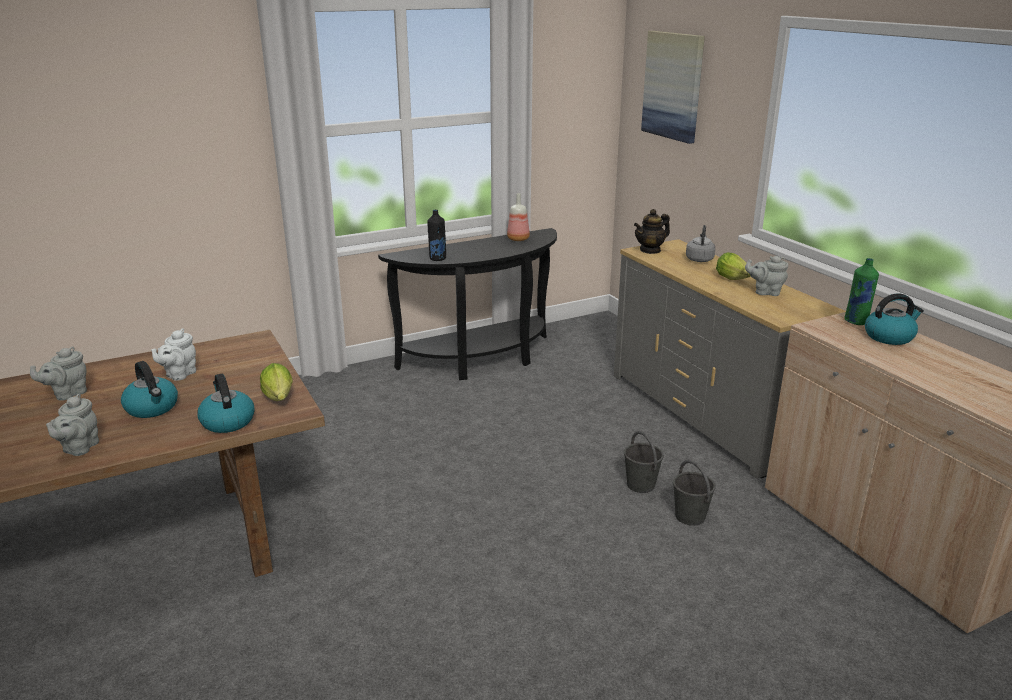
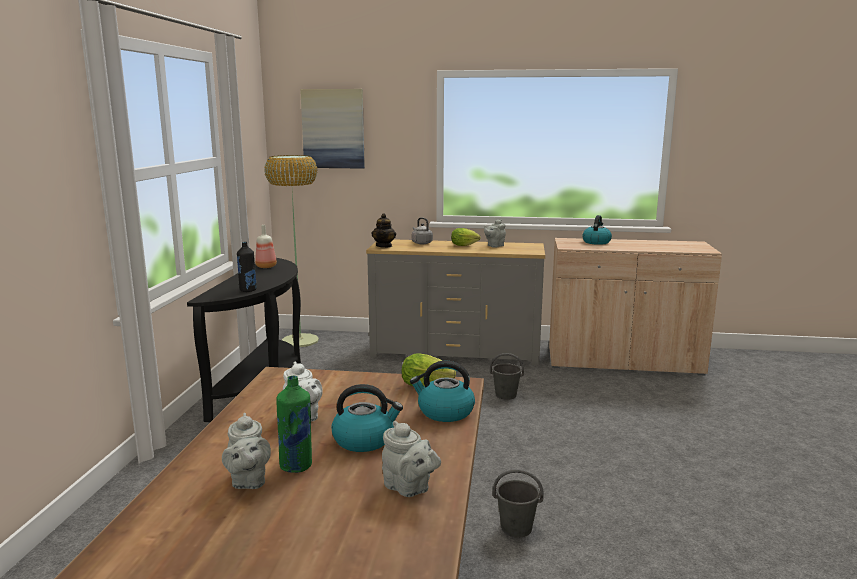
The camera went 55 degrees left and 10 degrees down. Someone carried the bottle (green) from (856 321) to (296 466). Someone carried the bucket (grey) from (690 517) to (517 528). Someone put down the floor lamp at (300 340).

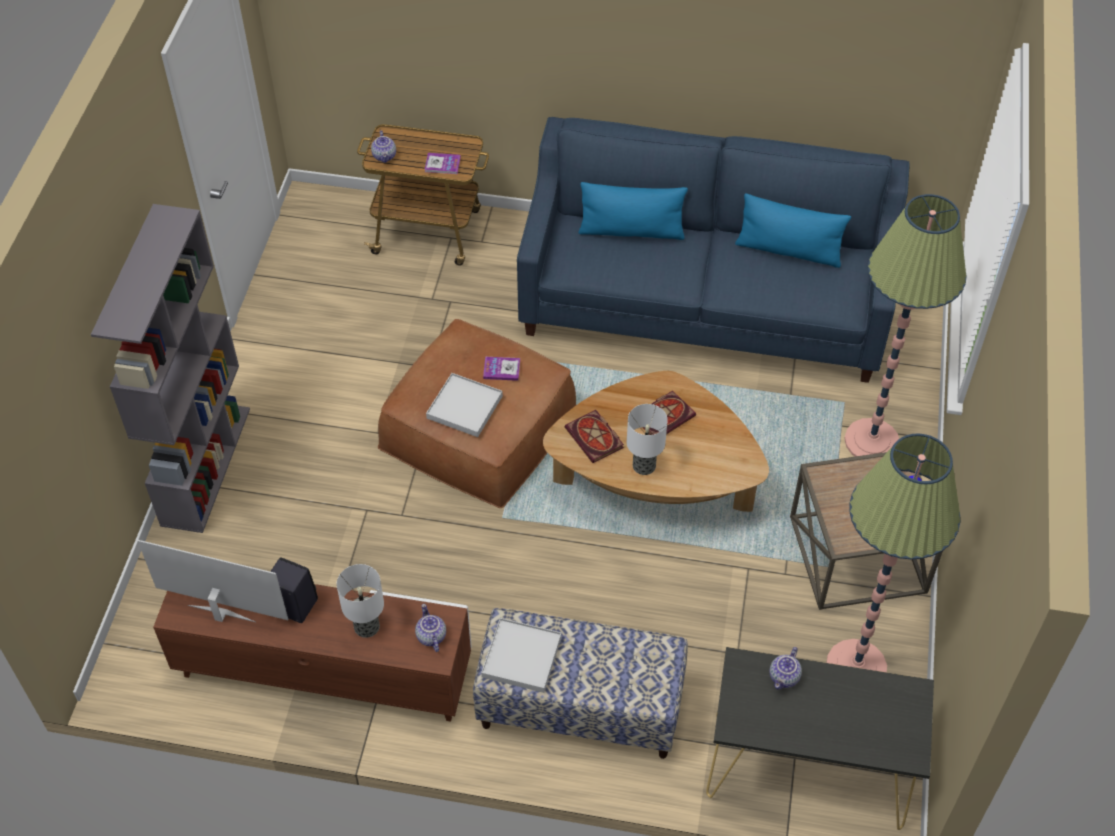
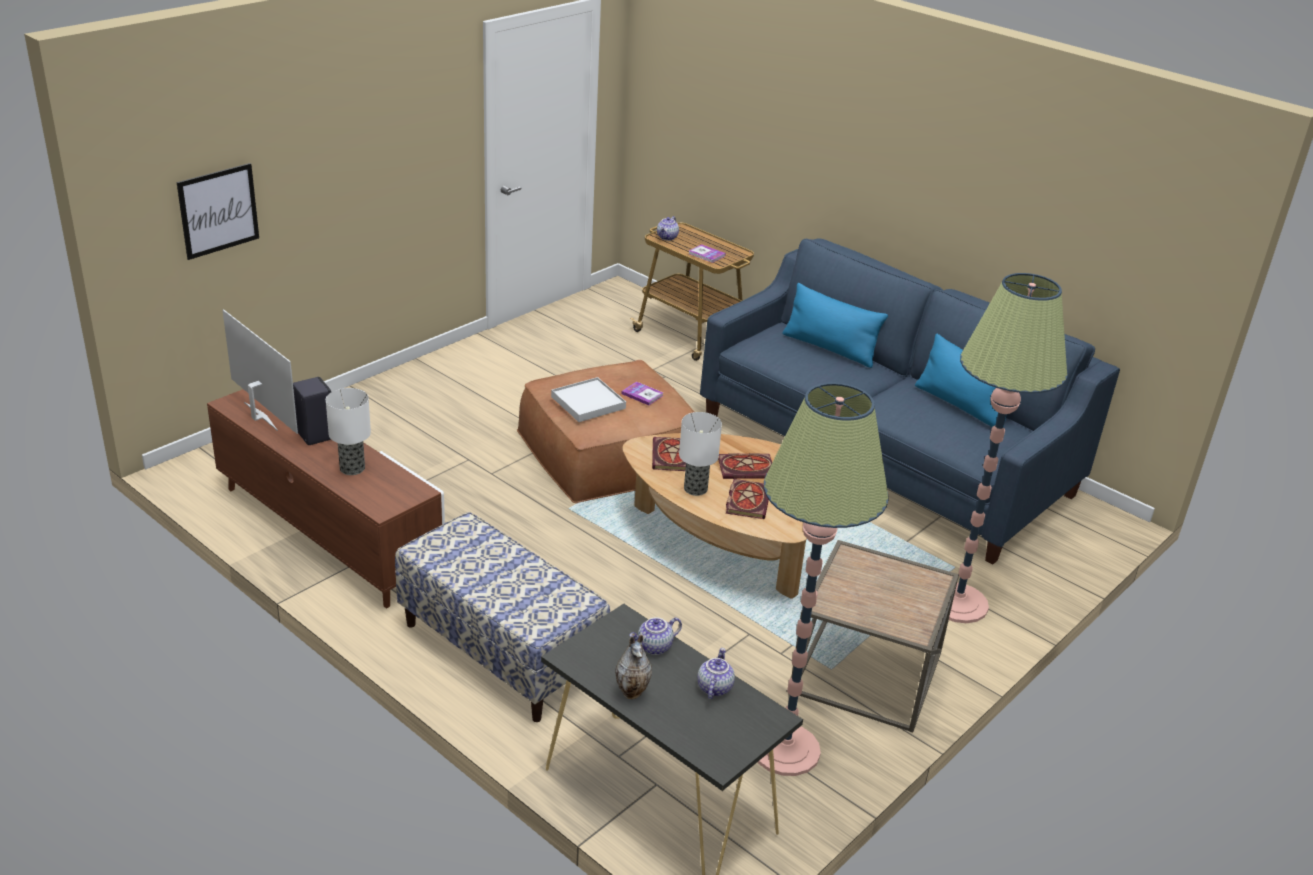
The camera went 30 degrees right and 20 degrees down. Someone took away the bookcase (grey) at (205 465). Someone carried the teapot from (430 636) to (713 687). Someone took away the tray (white) at (521 657). Someone put up the picture at (218 210). Someone put down the book at (747 500). Someone put down the vase at (633 692).

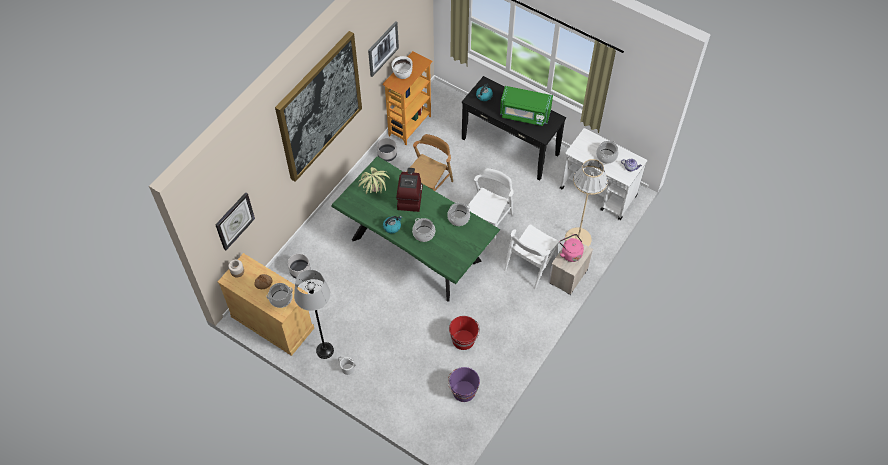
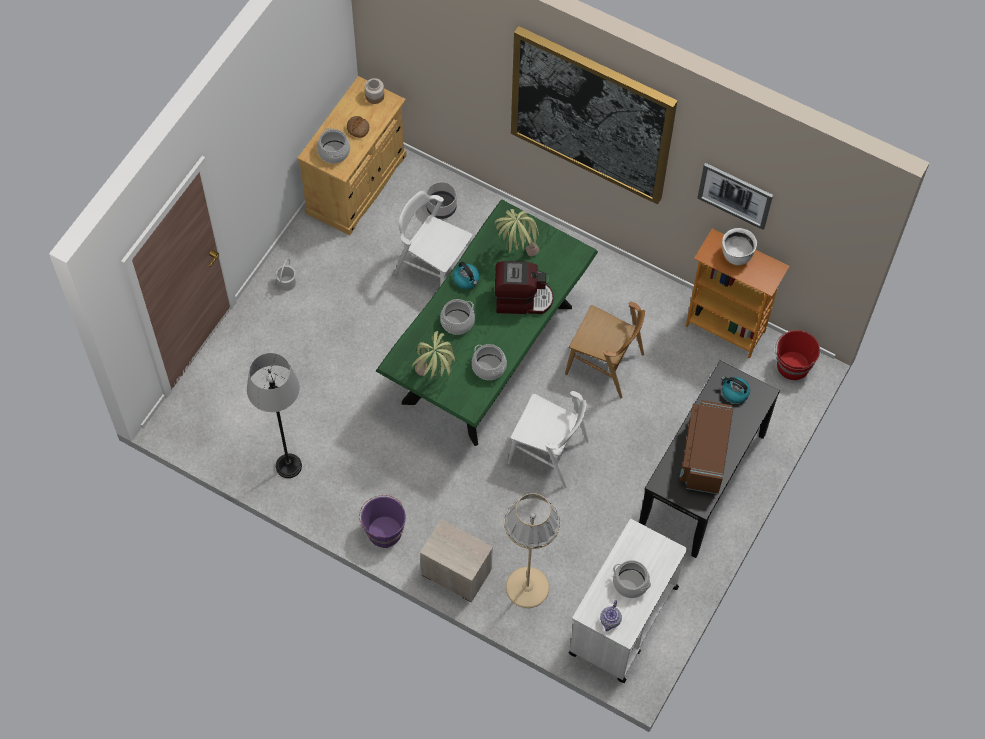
The camera went 85 degrees right and 5 degrees up. Someone repainted the microwave (green) at (524 114), which became the microwave (brown) at (704 455). Someone took away the planter (grey) at (387 154). Someone took away the wall clock at (234 221). Someone carried the chair (white) from (530 265) to (434 267). Someone took away the kettle (pink) at (570 253). Someone carried the floor lamp (grey) from (325 350) to (288 466). Someone carried the bucket (red) from (463 340) to (792 366). Someone carried the bucket (purple) from (463 391) to (384 531). Someone put down the potted plant at (435 378).

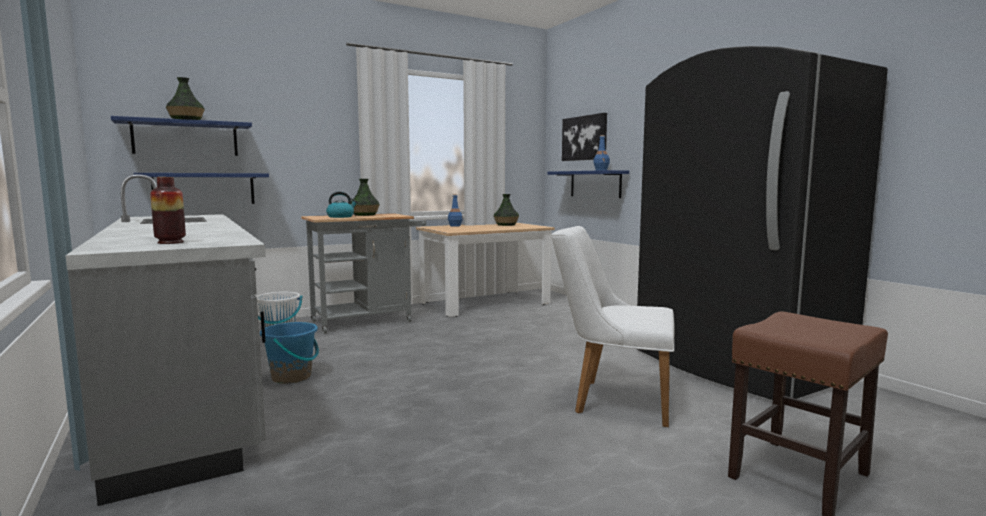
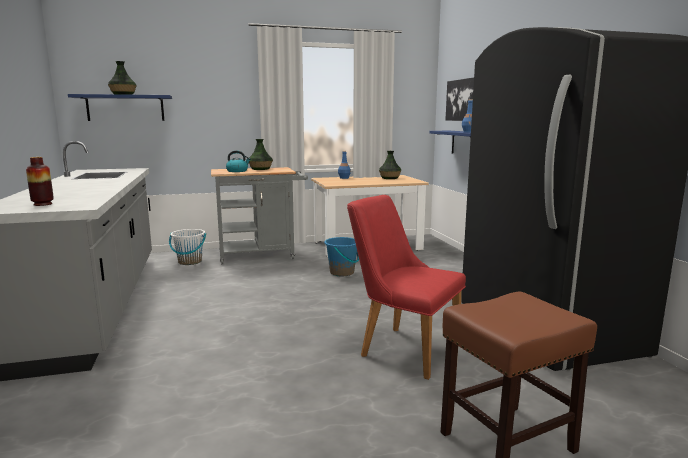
The camera went 15 degrees right and 5 degrees up. Someone took away the shelf (blue) at (204 189). Someone repainted the chair (white) at (612 399), which became the chair (red) at (401 347). Someone carried the bucket (blue) from (292 377) to (342 272).

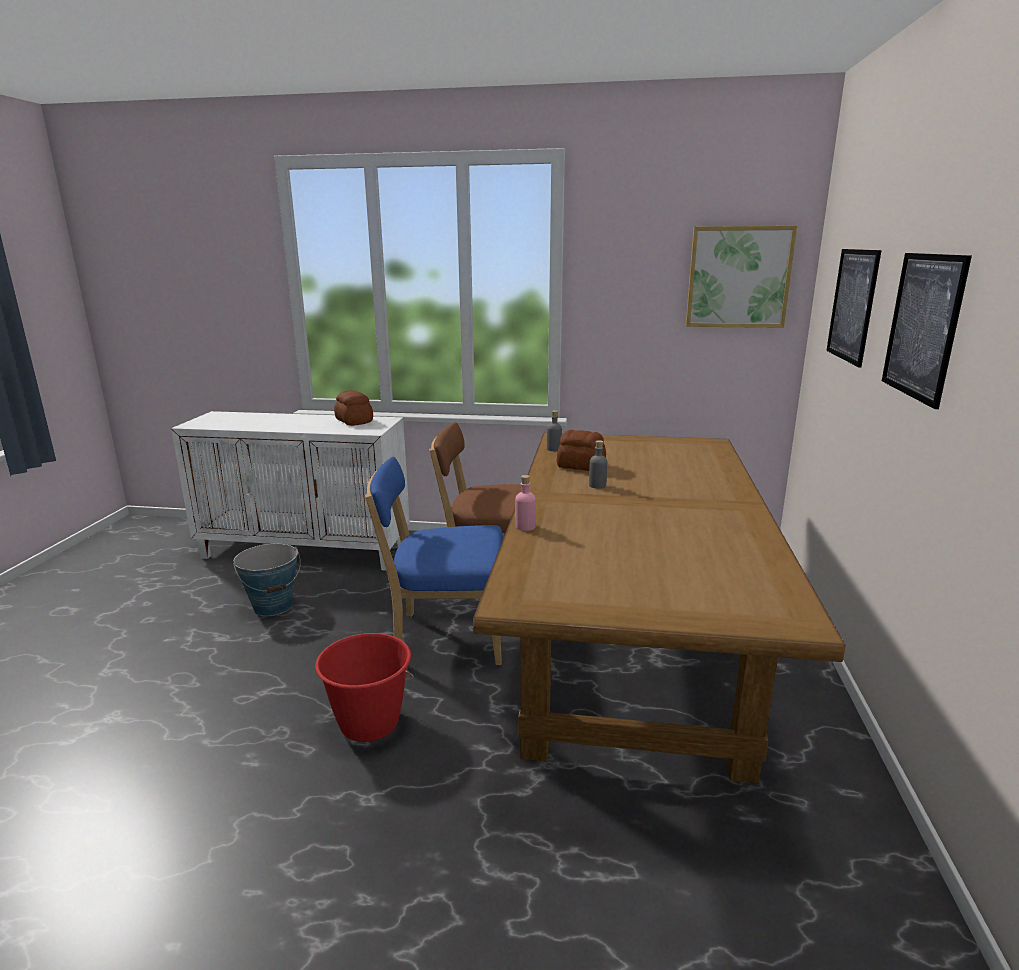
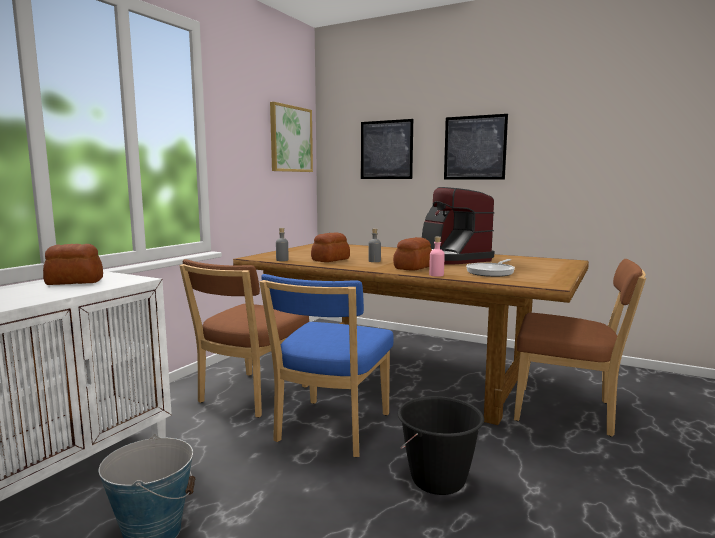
The camera went 70 degrees left and 10 degrees down. Someone repainted the bucket (red) at (369 723), which became the bucket (black) at (438 480). Someone put down the coffee machine at (449 259). Someone put down the bread at (412 267). Someone put down the frying pan at (491 272). Someone put down the chair (brown) at (569 412).

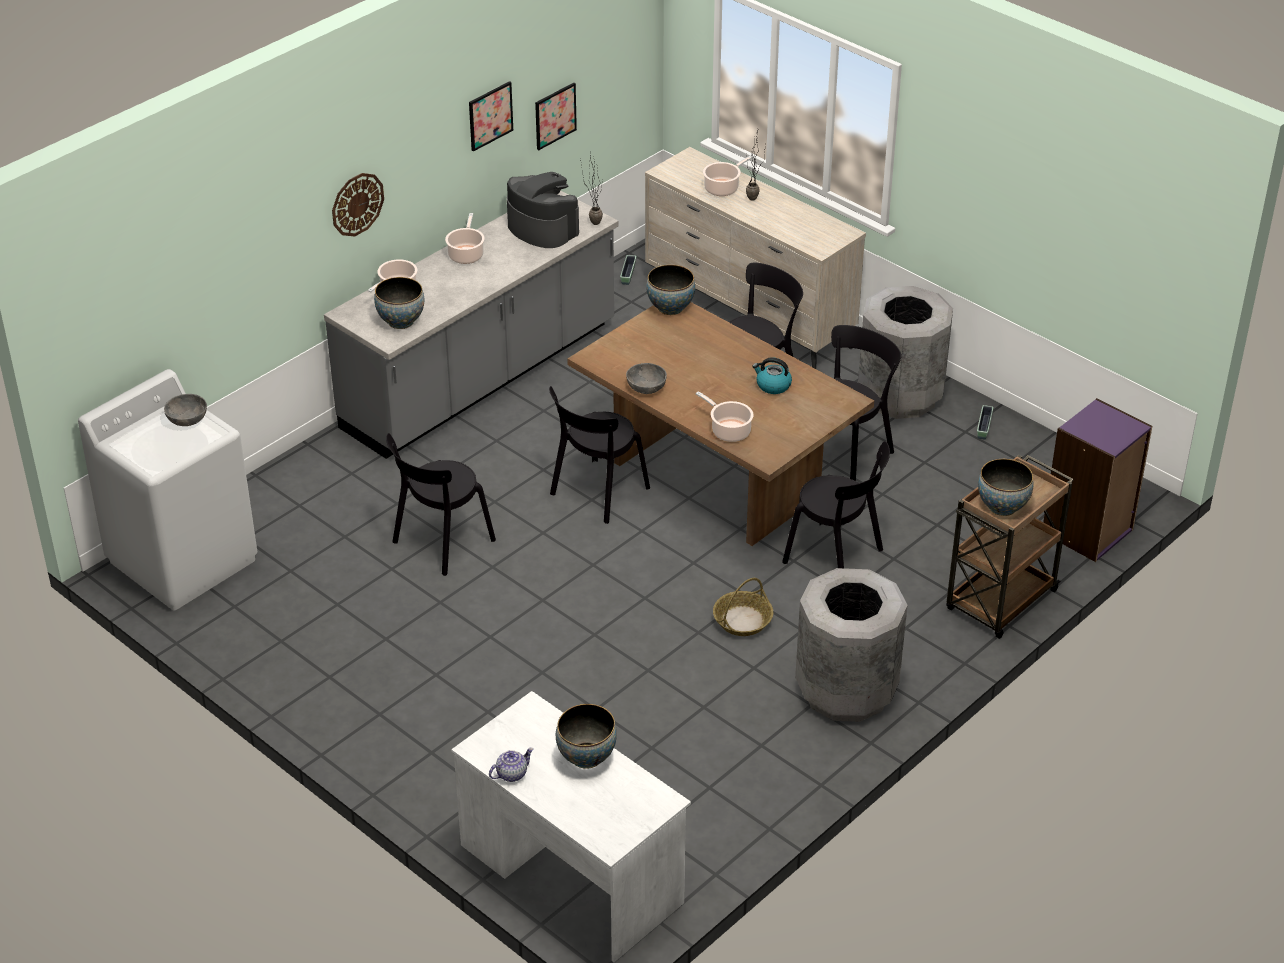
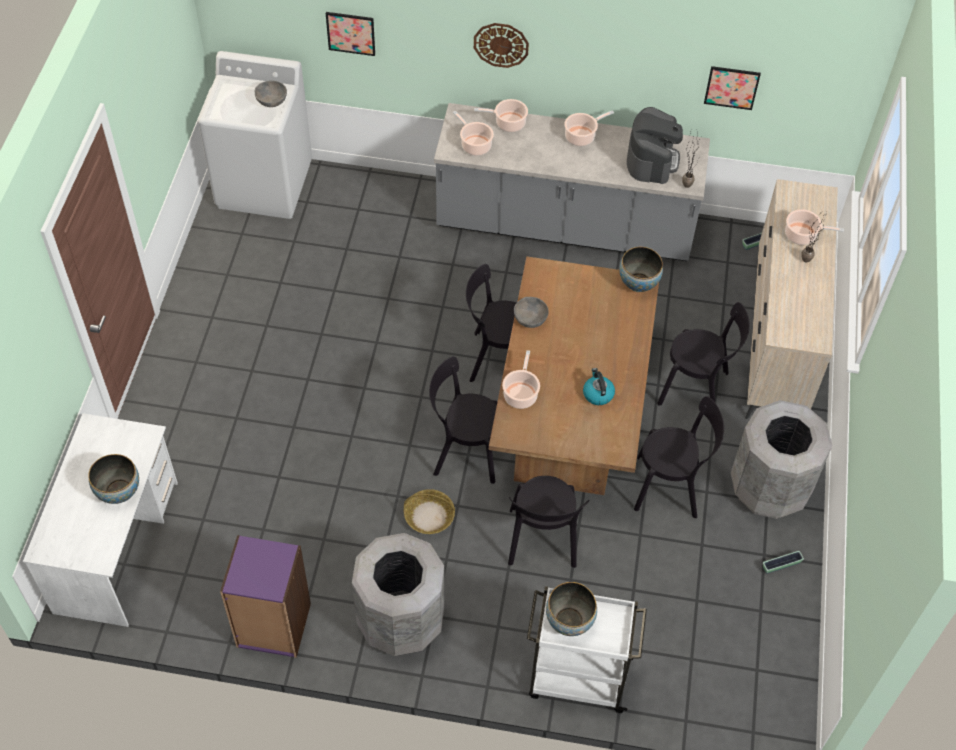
The camera went 55 degrees right and 15 degrees up. Someone carried the picture from (490 115) to (351 33). Someone swapped the bowl at (401 321) for the cooking pot at (474 145). Someone carried the bookcase (purple) from (1088 532) to (273 626). Someone carried the chair (black) from (440 543) to (464 451). Someone repainted the cart (brown) at (1000 601), which became the cart (white) at (576 678). Someone took away the teapot at (511 773).

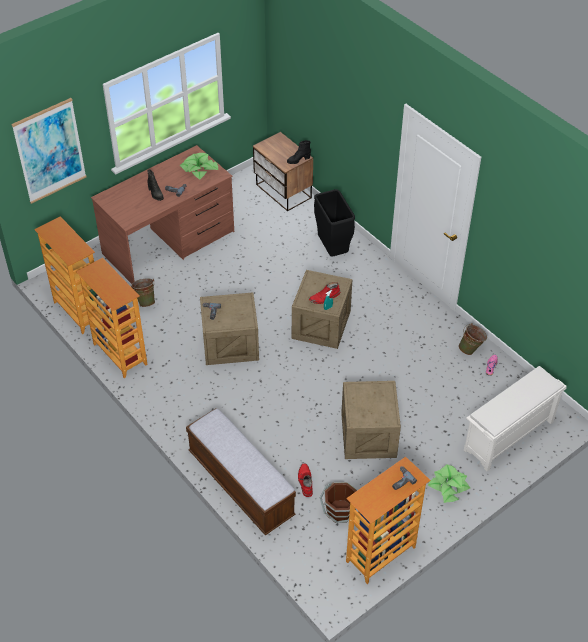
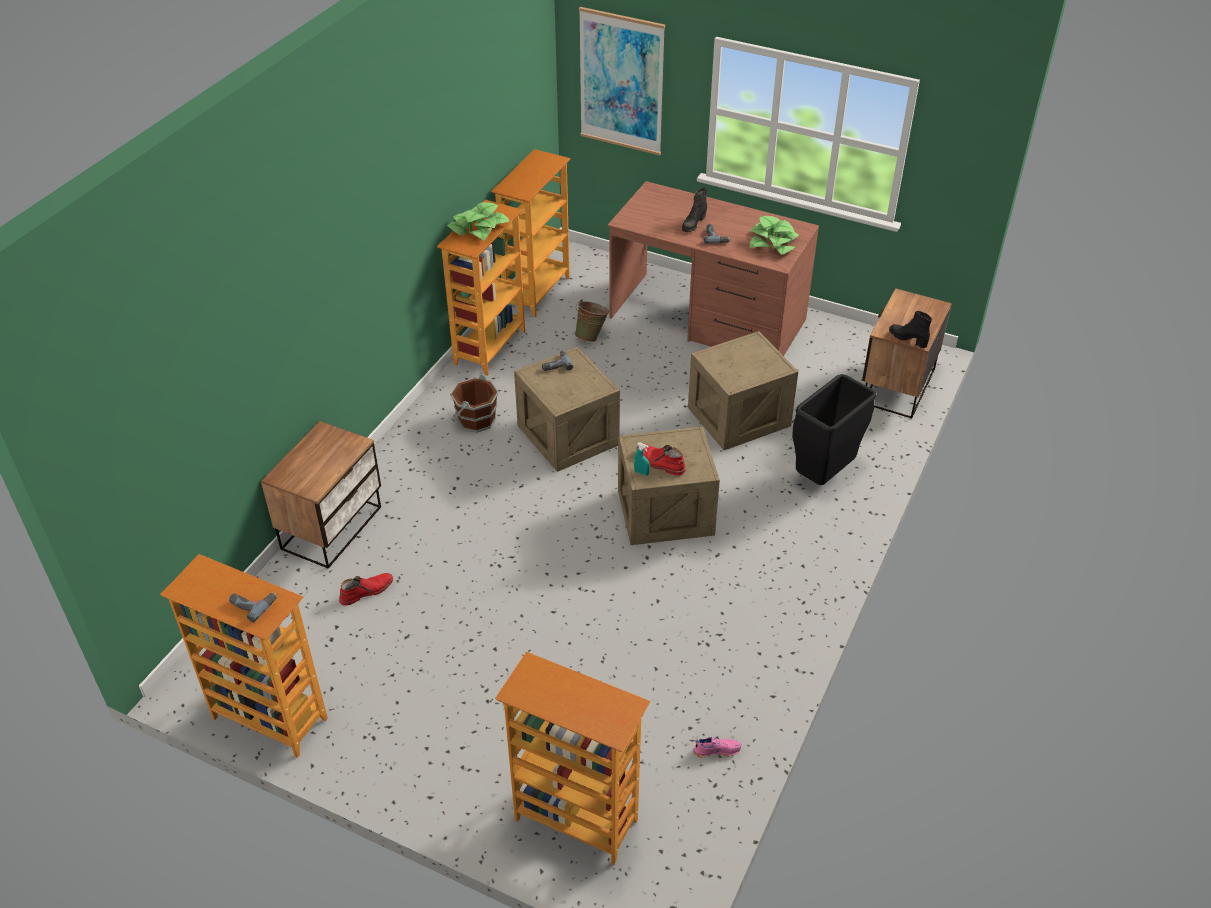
The camera went 65 degrees right and 5 degrees down. Someone took away the bucket (green) at (471 349). Someone swapped the shoe rack (white) at (508 437) for the bookcase at (575 821). Someone carried the crate from (368 435) to (738 417). Someone swapped the bench at (241 484) for the nightstand at (334 527). Someone carried the potted plant from (448 486) to (478 228). Someone carried the bucket (brown) from (339 511) to (476 419).

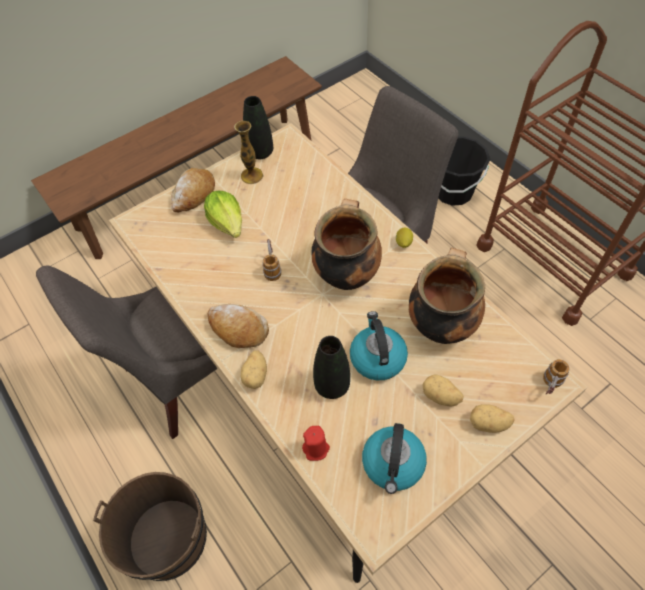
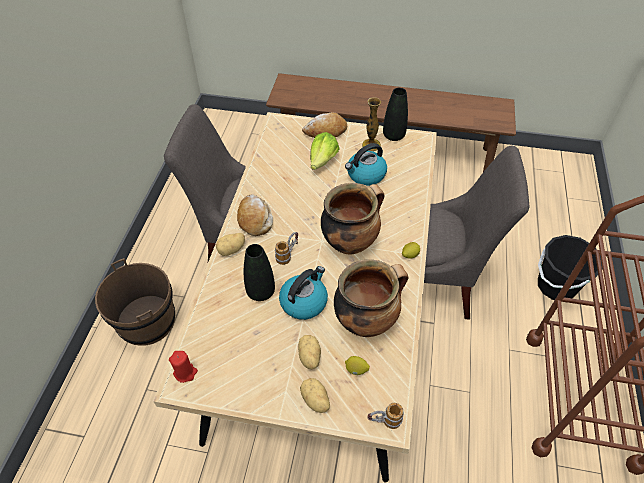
The camera went 45 degrees right and 5 degrees down. Someone carried the mug from (272 267) to (288 254). Someone carried the kettle from (393 464) to (365 175). Someone carried the candle (red) from (316 448) to (185 372). Someone put down the lemon at (356 370).

